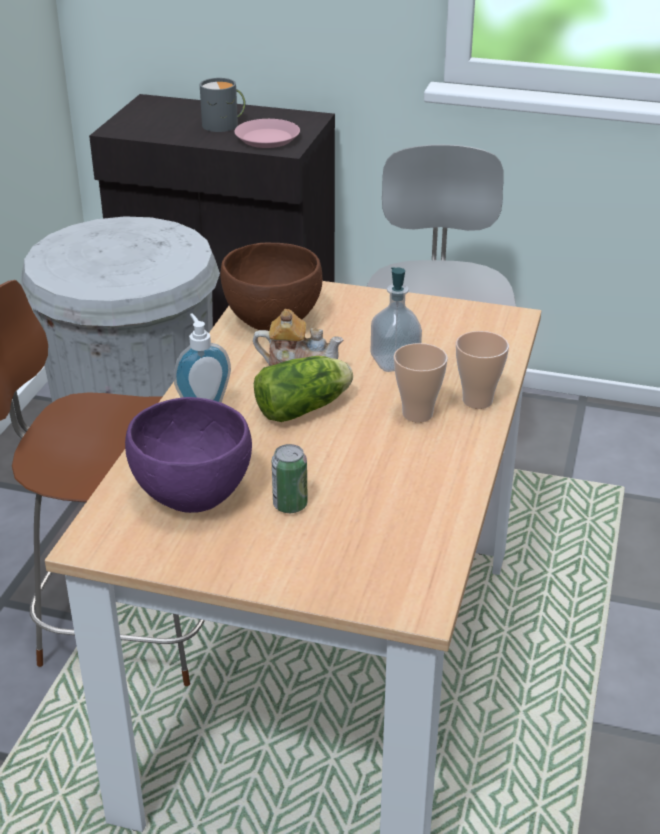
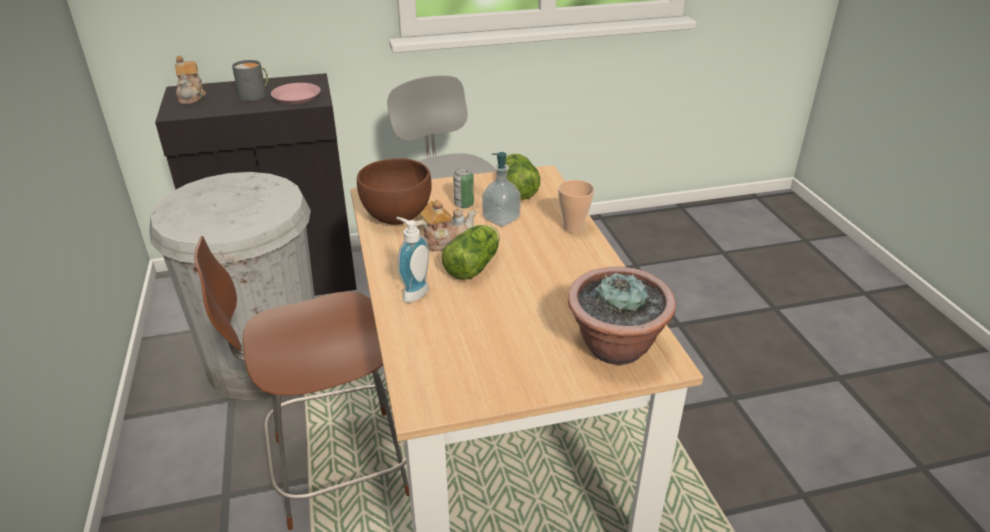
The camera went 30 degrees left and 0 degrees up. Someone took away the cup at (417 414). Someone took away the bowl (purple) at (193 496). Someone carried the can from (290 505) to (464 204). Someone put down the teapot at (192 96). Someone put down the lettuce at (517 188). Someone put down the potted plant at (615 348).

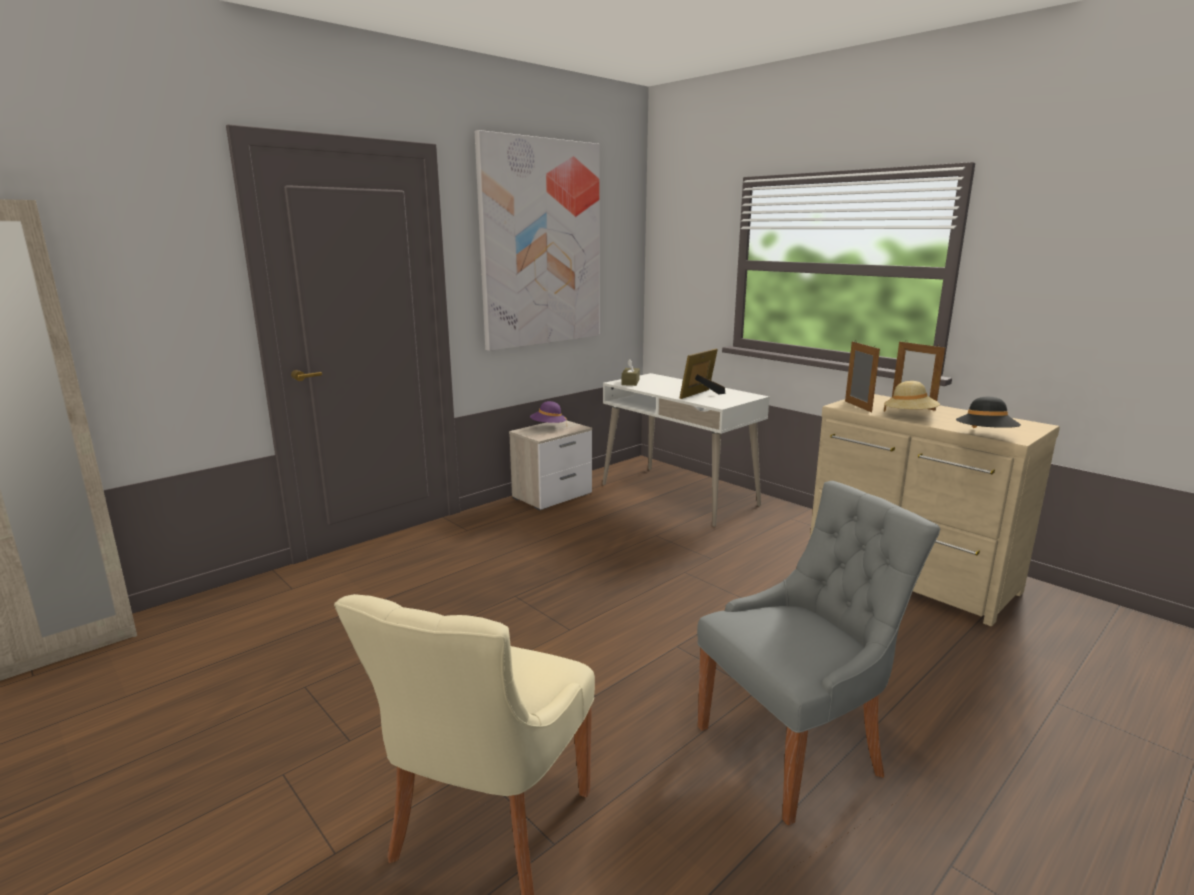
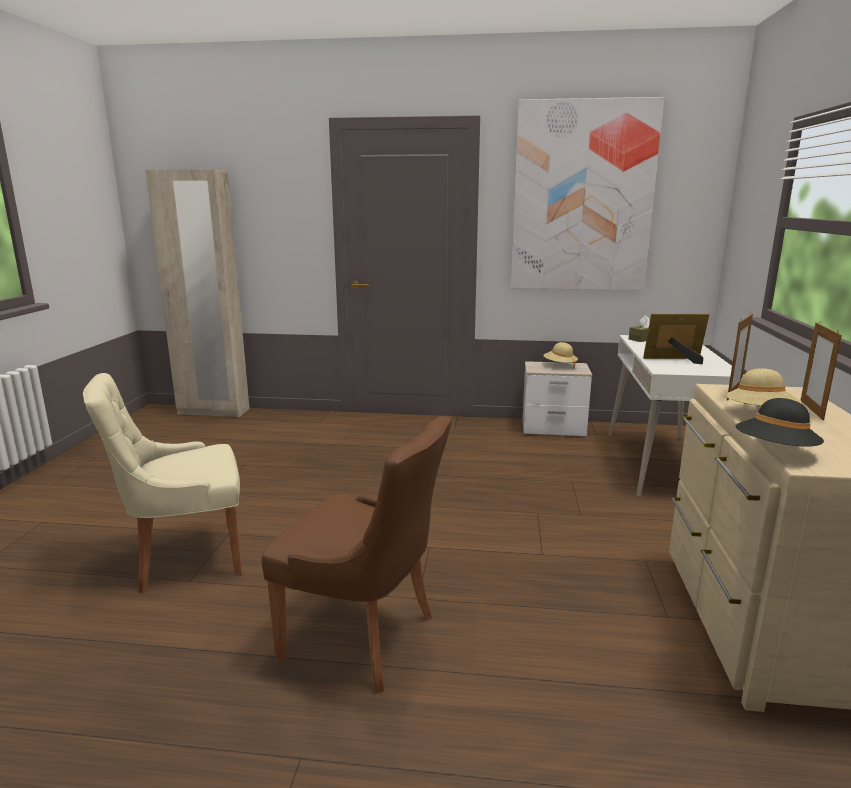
The camera went 50 degrees right and 0 degrees up. Someone repainted the hat (purple) at (548 427), which became the hat (beige) at (559 365). Someone repainted the chair (grey) at (794 749), which became the chair (brown) at (364 638).

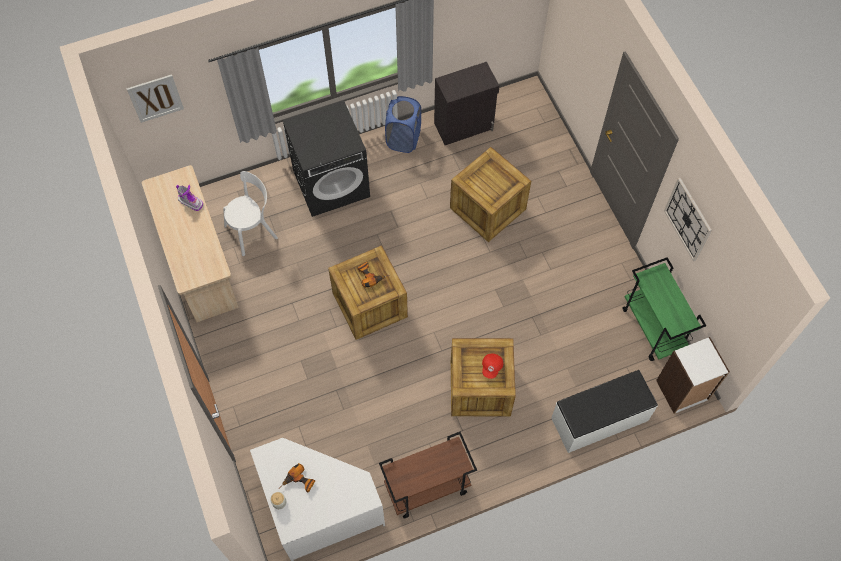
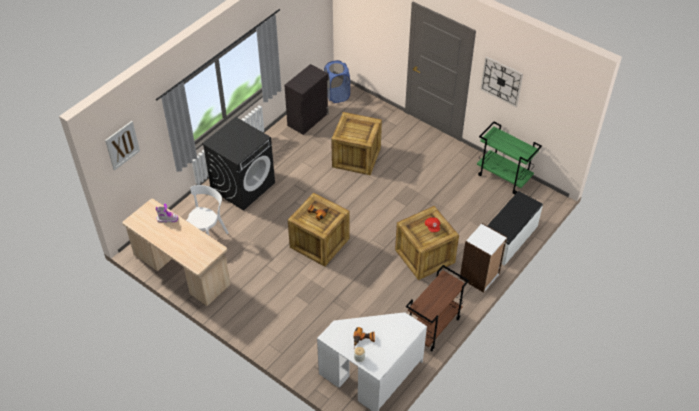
The camera went 30 degrees left and 15 degrees down. Someone carried the laundry basket (blue) from (403 139) to (337 95). Someone carried the bookcase (white) from (682 390) to (480 276).

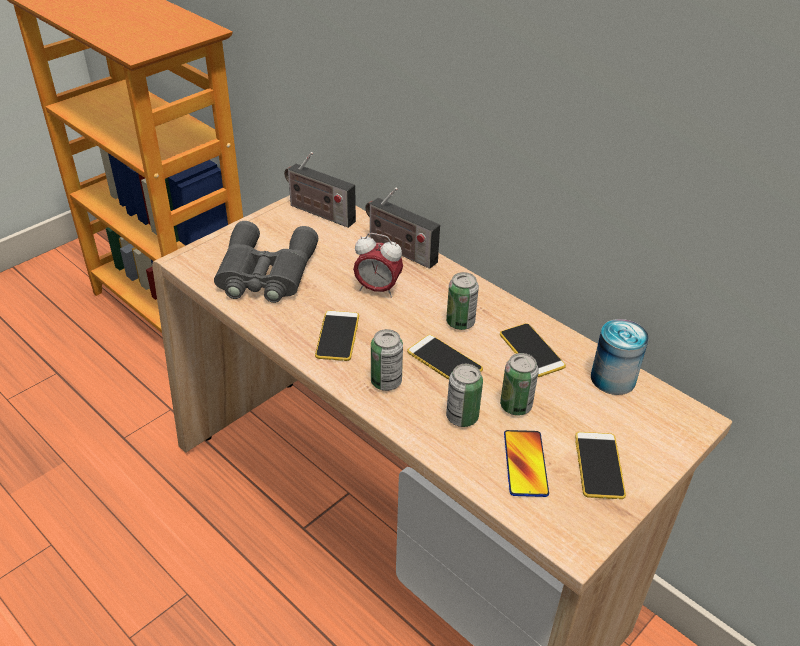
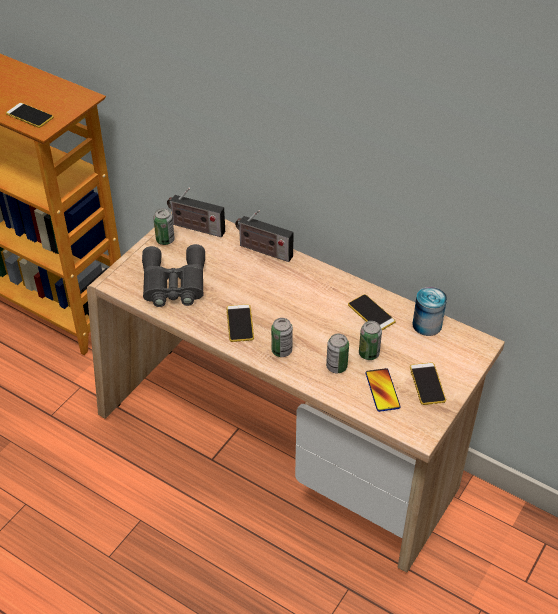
The camera went 10 degrees left and 5 degrees up. Someone took away the alarm clock at (377 289). Someone carried the can from (460 322) to (165 240). Someone carried the phone from (444 361) to (29 116).

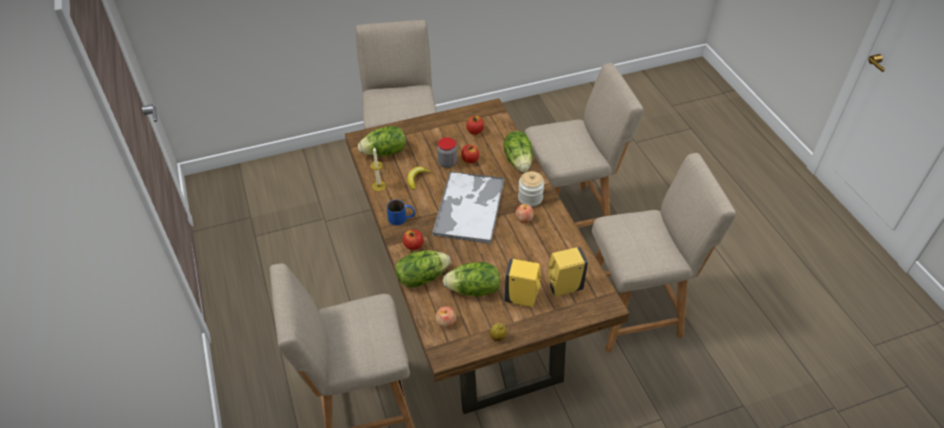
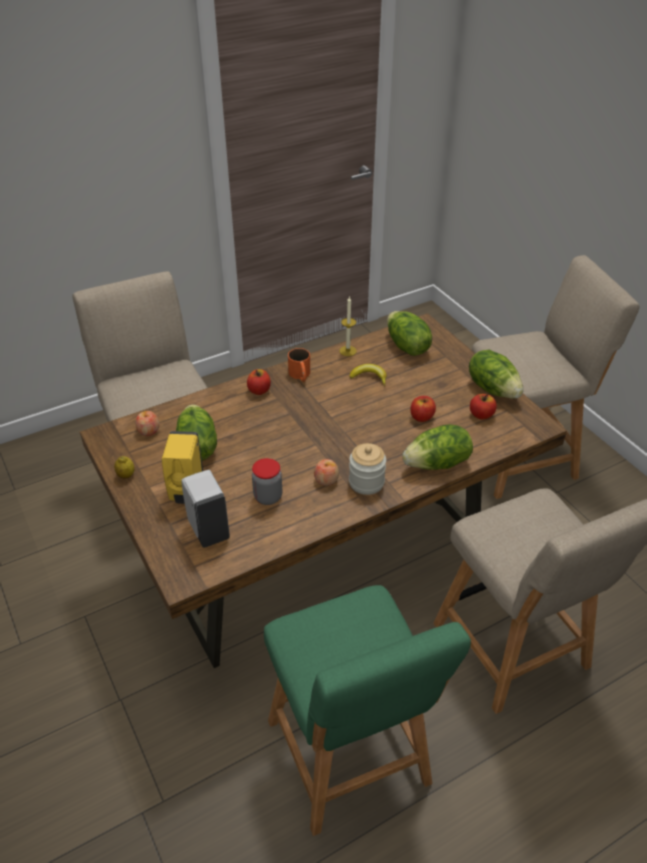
The camera went 80 degrees right and 5 degrees down. Someone carried the jar from (447 163) to (268 497). Someone repainted the chair (beige) at (636 311), which became the chair (green) at (351 759). Someone took away the tray at (469 207). Someone repainted the mug (blue) at (402 218), which became the mug (orange) at (300 375). Someone repainted the soap dispenser (yellow) at (563 287), which became the soap dispenser (white) at (208 529). Someone carried the lettuce from (421 277) to (493 388).

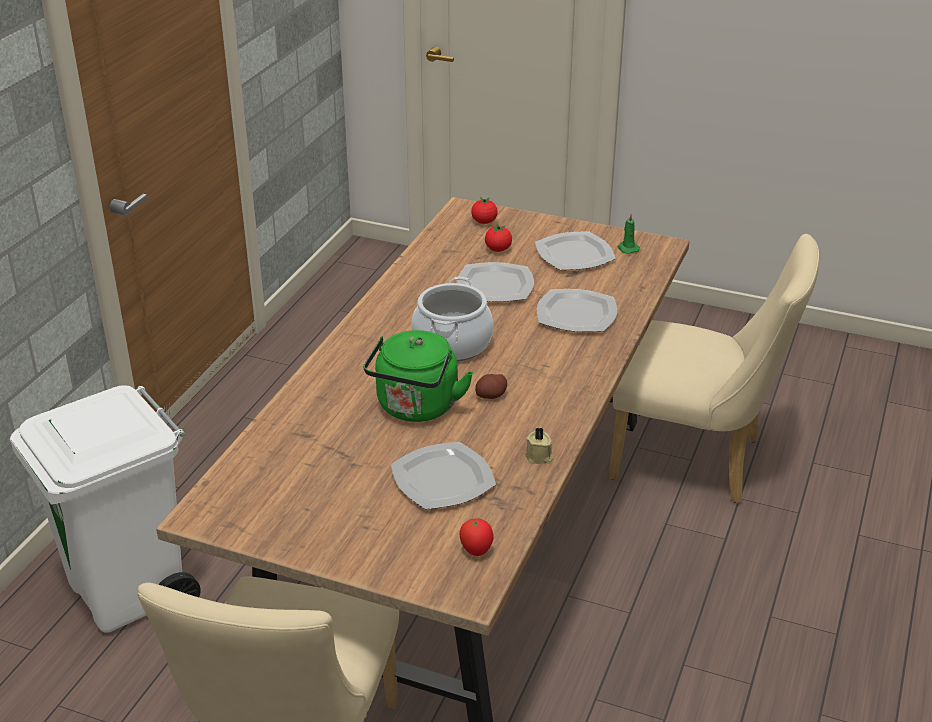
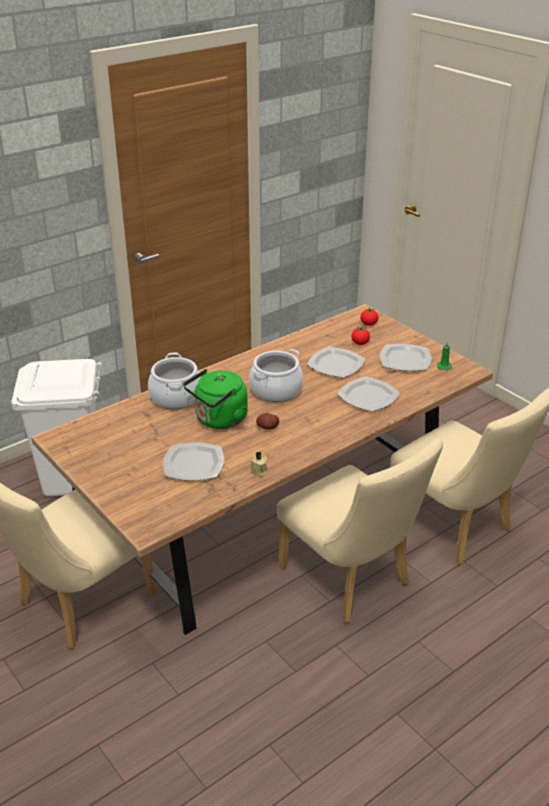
The camera went 30 degrees right and 0 degrees up. Someone took away the tomato at (476 551). Someone put down the cooking pot at (176 397). Someone put down the chair (beige) at (351 581).

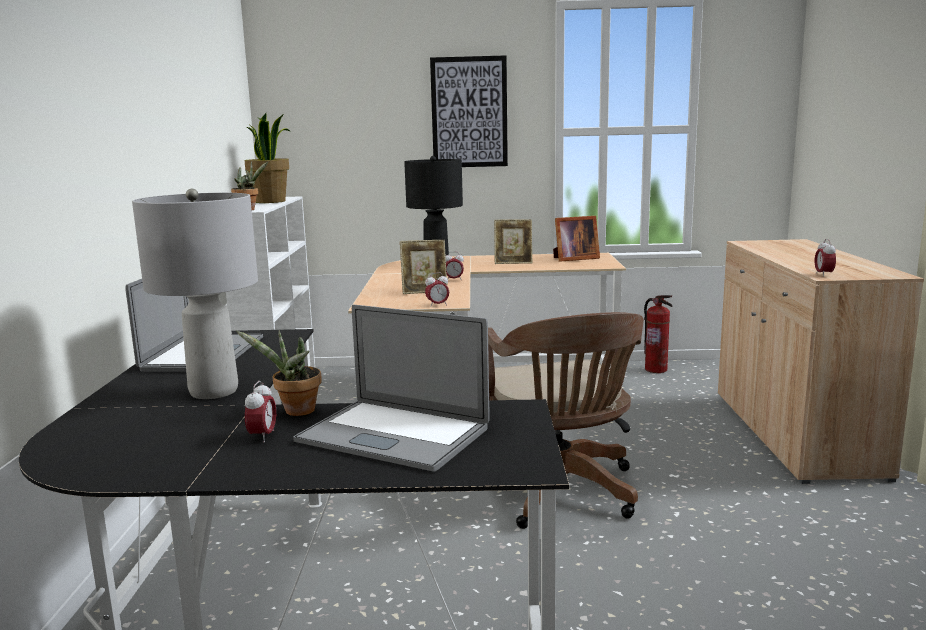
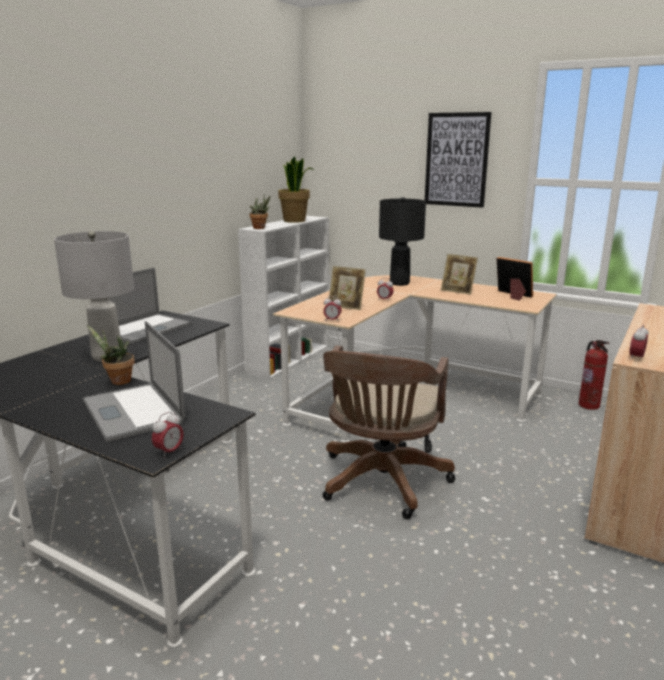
The camera went 30 degrees right and 5 degrees up. Someone rotated the picture frame at (574 259) by 150 degrees counterclockwise. Someone carried the alarm clock from (262 436) to (169 452).

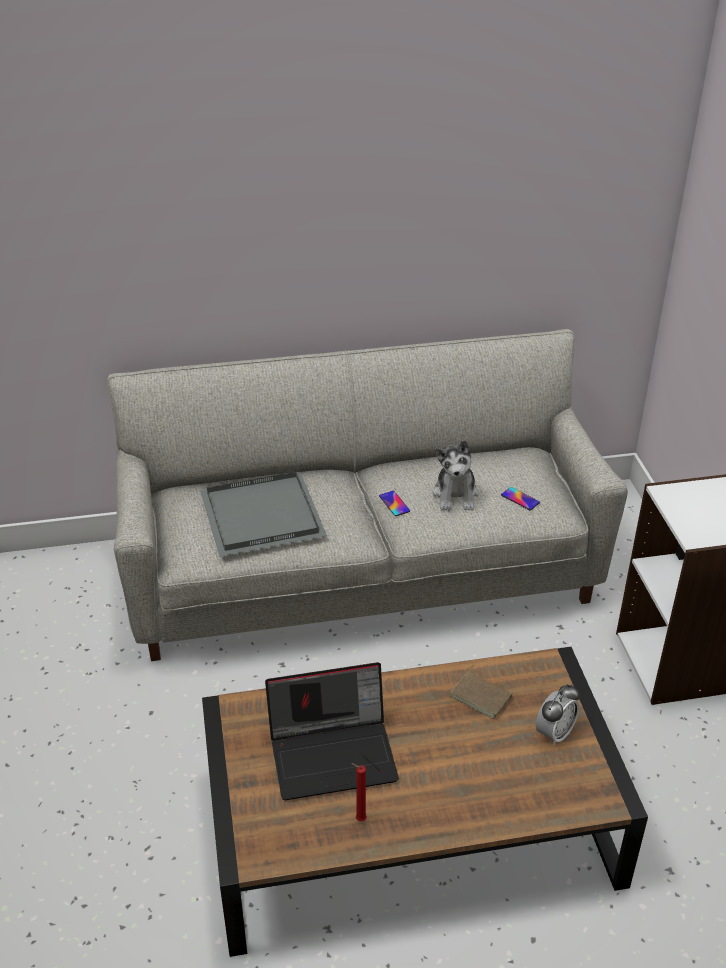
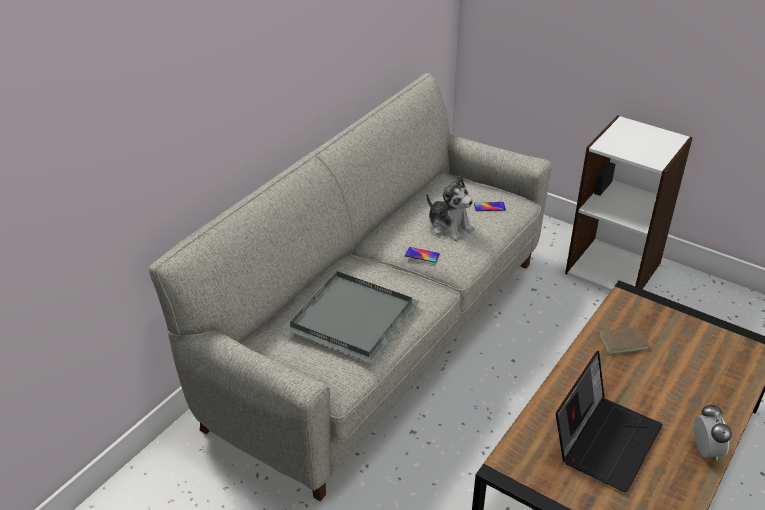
The camera went 45 degrees left and 0 degrees up. Someone carried the alarm clock from (554 733) to (705 450). Someone took away the candle (red) at (359 819).

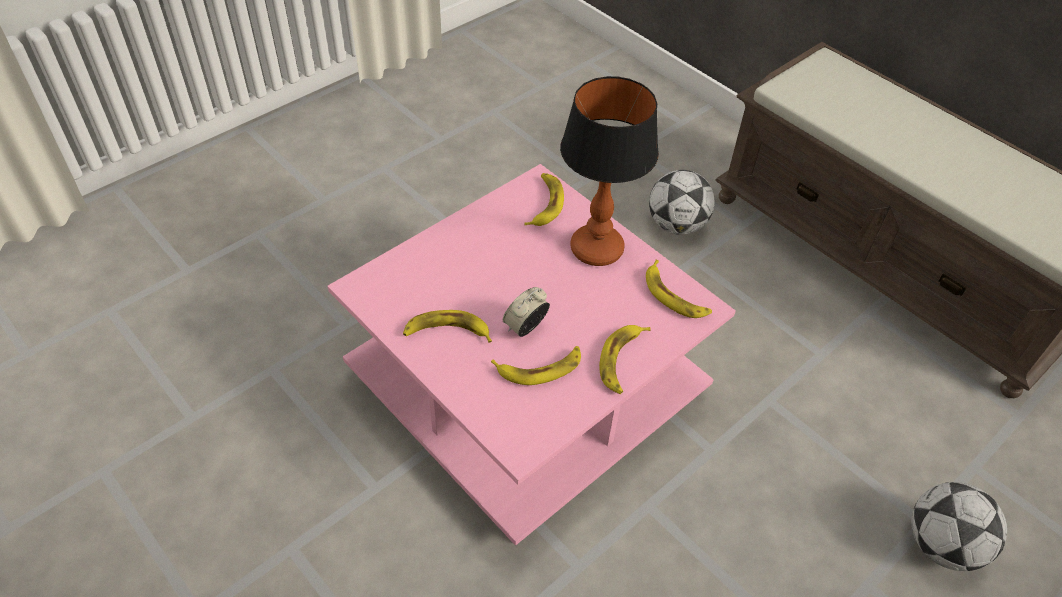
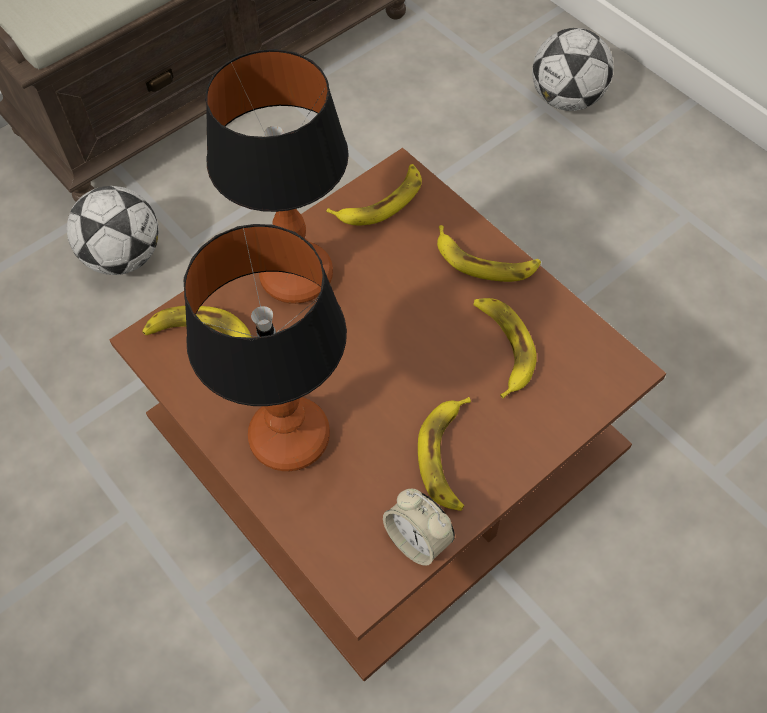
The camera went 85 degrees left and 10 degrees up. Someone repainted the coffee table (pink) at (526 388), which became the coffee table (brown) at (391 445). Someone carried the alarm clock from (525 327) to (418 539). Someone put down the table lamp at (288 437).

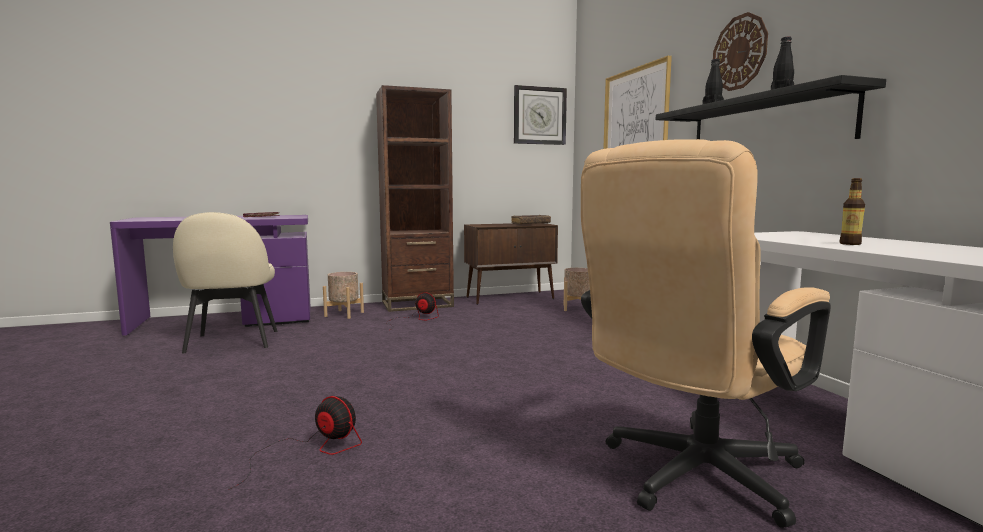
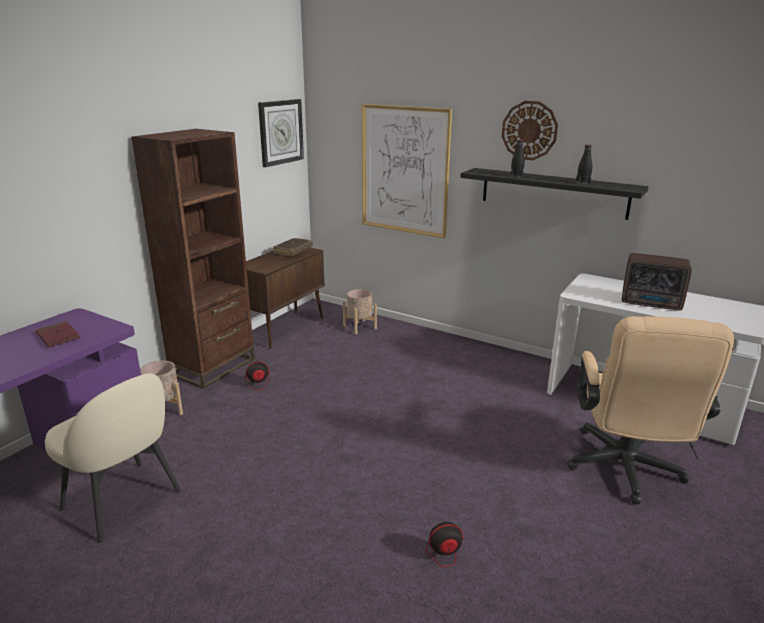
The camera went 40 degrees left and 15 degrees up. Someone swapped the bottle at (850 244) for the radio at (652 304).

